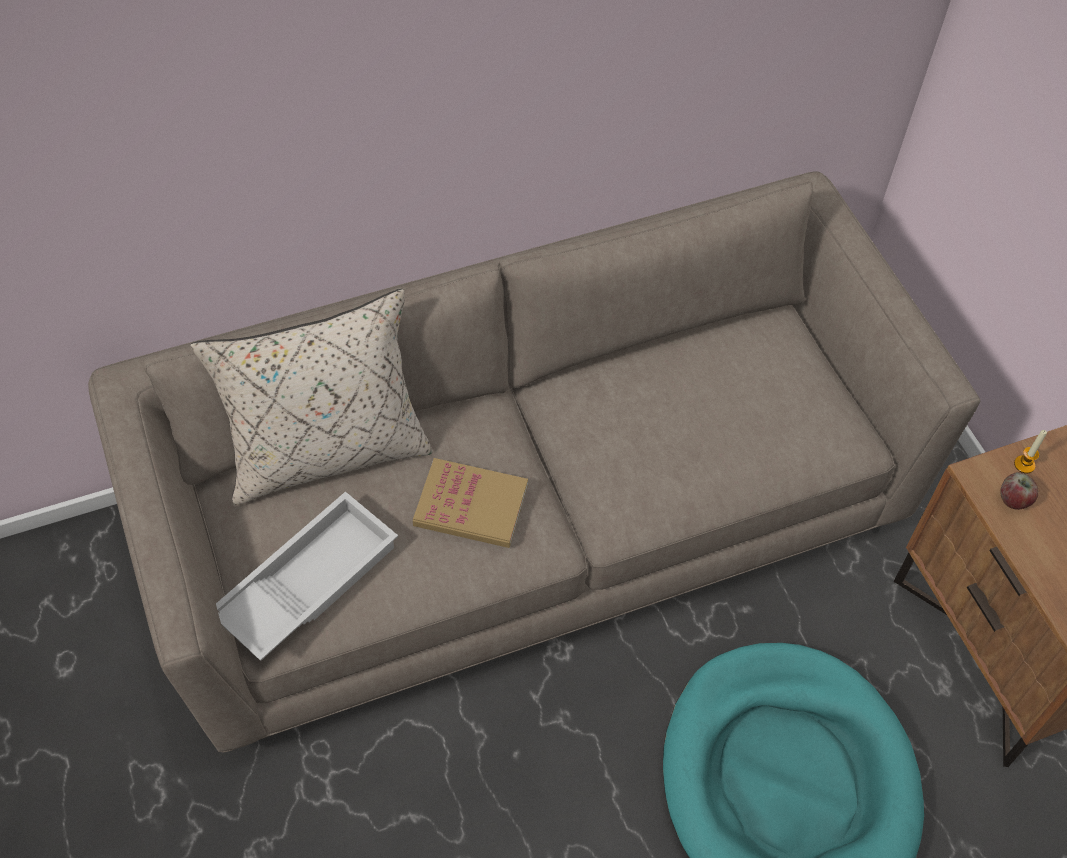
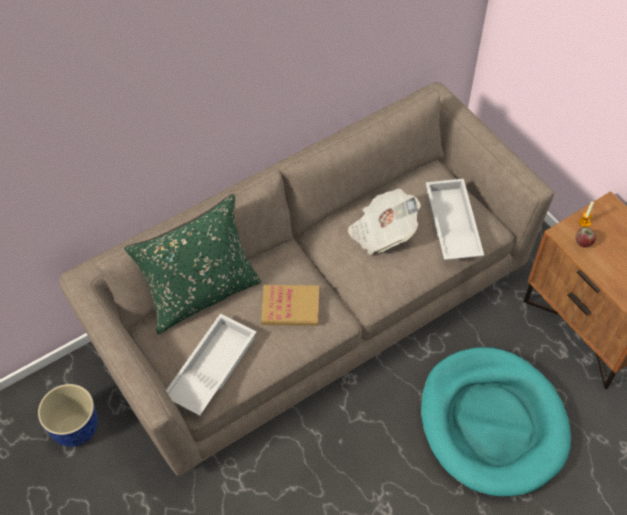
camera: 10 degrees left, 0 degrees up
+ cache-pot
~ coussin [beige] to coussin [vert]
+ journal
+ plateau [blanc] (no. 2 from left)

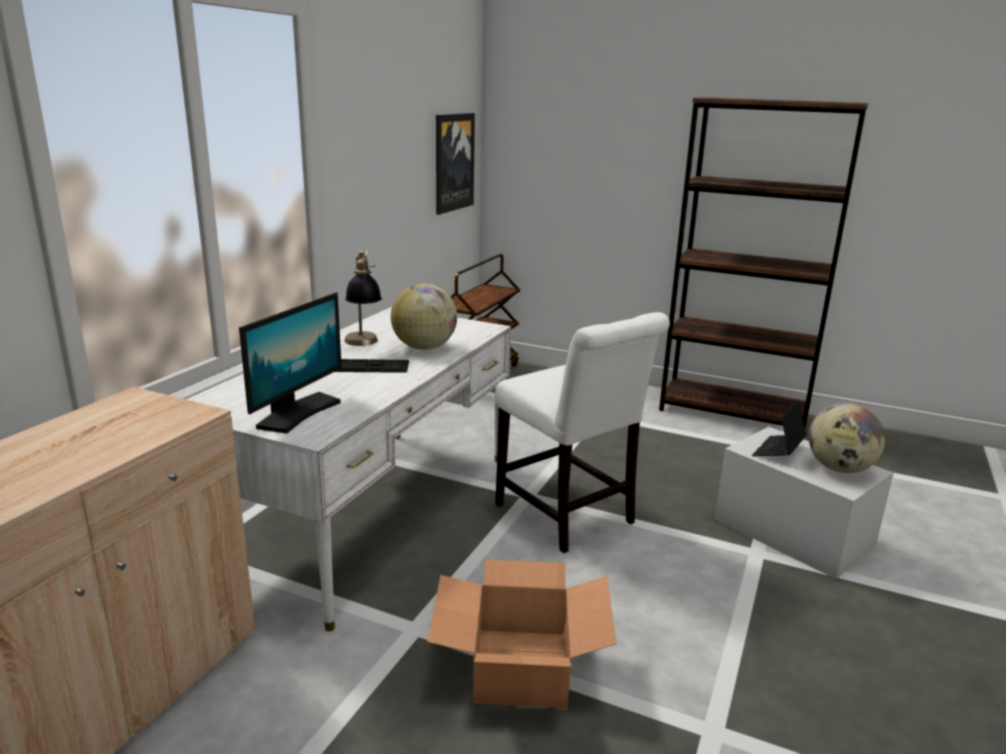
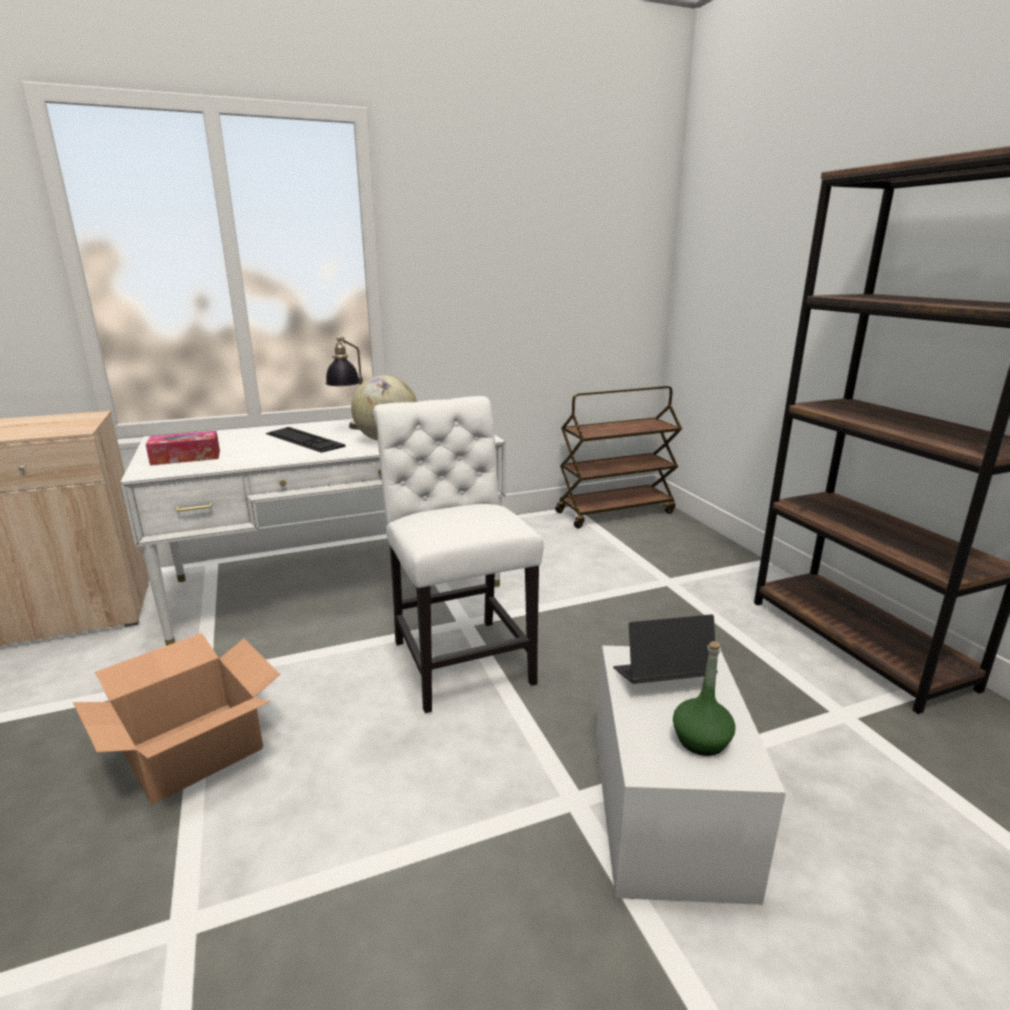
camera: 45 degrees right, 0 degrees up
~ écran d'ordinateur to boîte à mouchoirs
~ chaise [blanc] 150 degrees clockwise
~ globe (no. 2 from left) to bouteille [vert]
- tableau

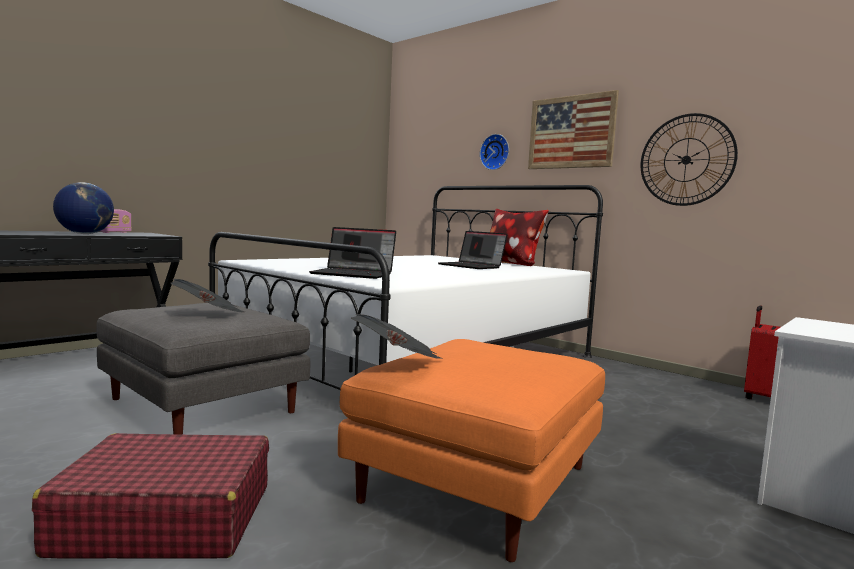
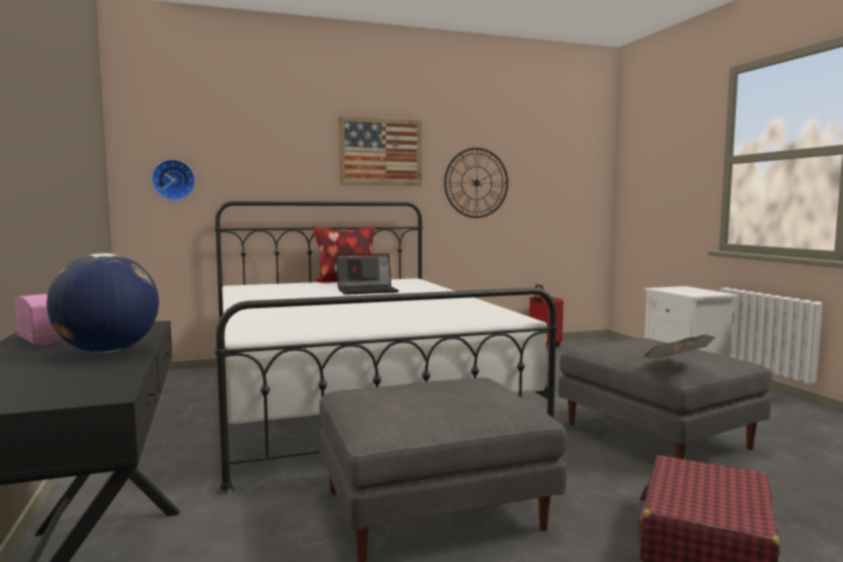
camera: 60 degrees left, 0 degrees up
~ horloge murale (no. 1 from left)
~ pouf [orange] to pouf [gris] (no. 2 from left)
- journal (no. 1 from left)
- ordinateur portable (no. 1 from left)

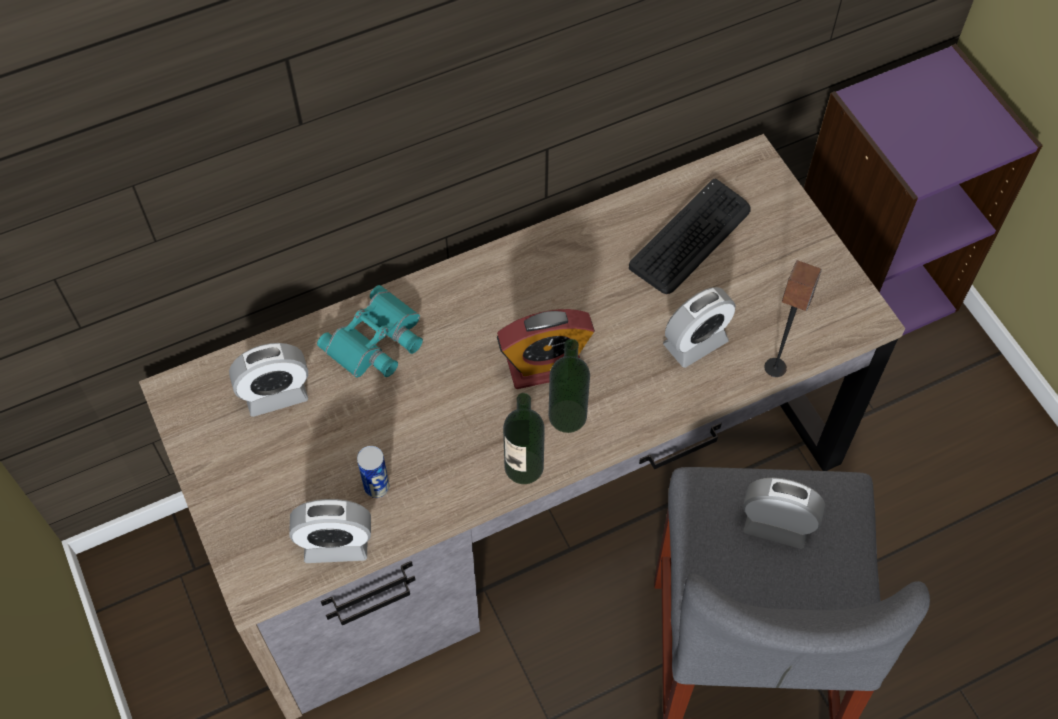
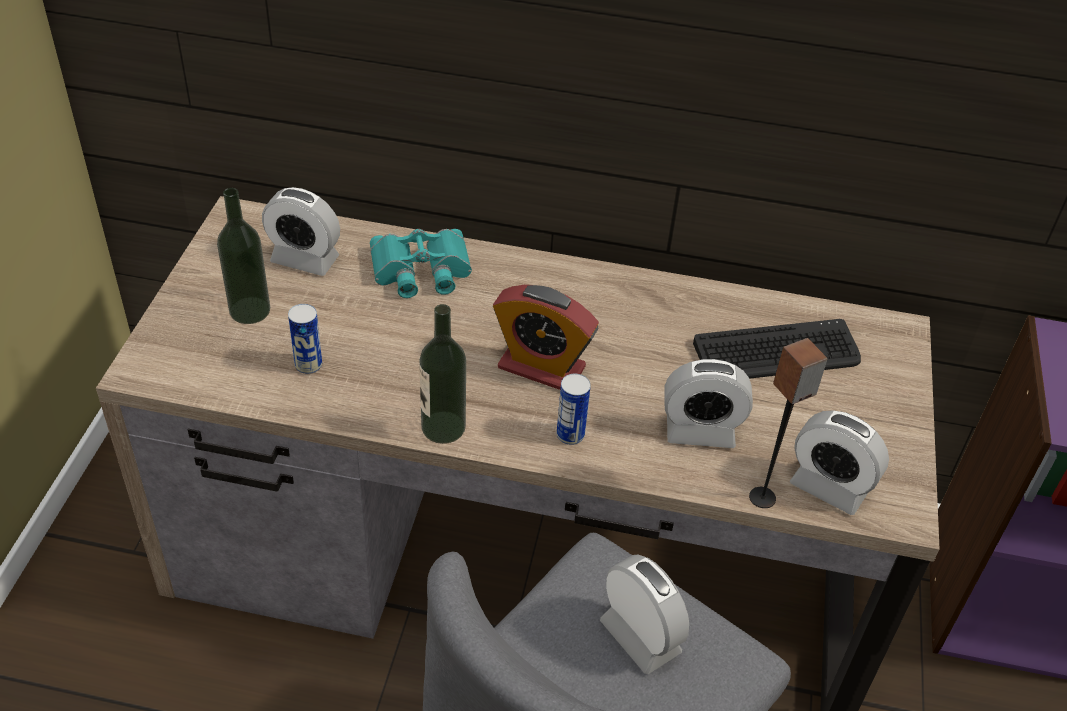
camera: 35 degrees right, 15 degrees down
~ bouteille (no. 2 from left in the first image) to bouteille (no. 1 from left)
+ boîte métallique (no. 2 from left)
~ réveil (no. 2 from left in the first image) to réveil (no. 5 from left)

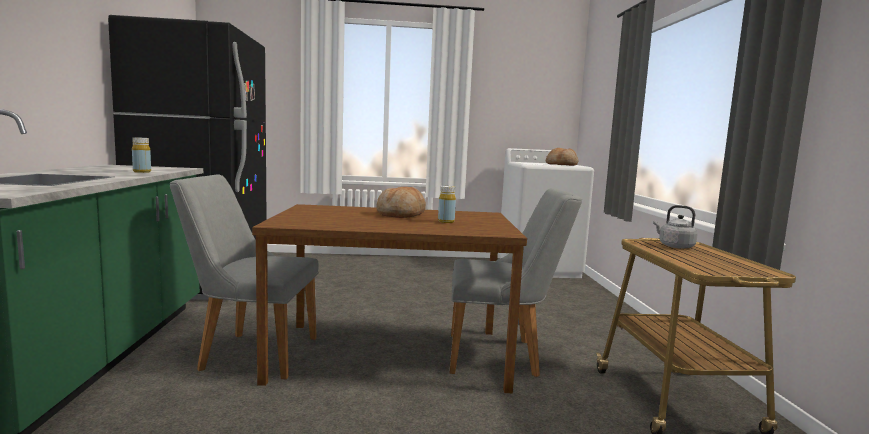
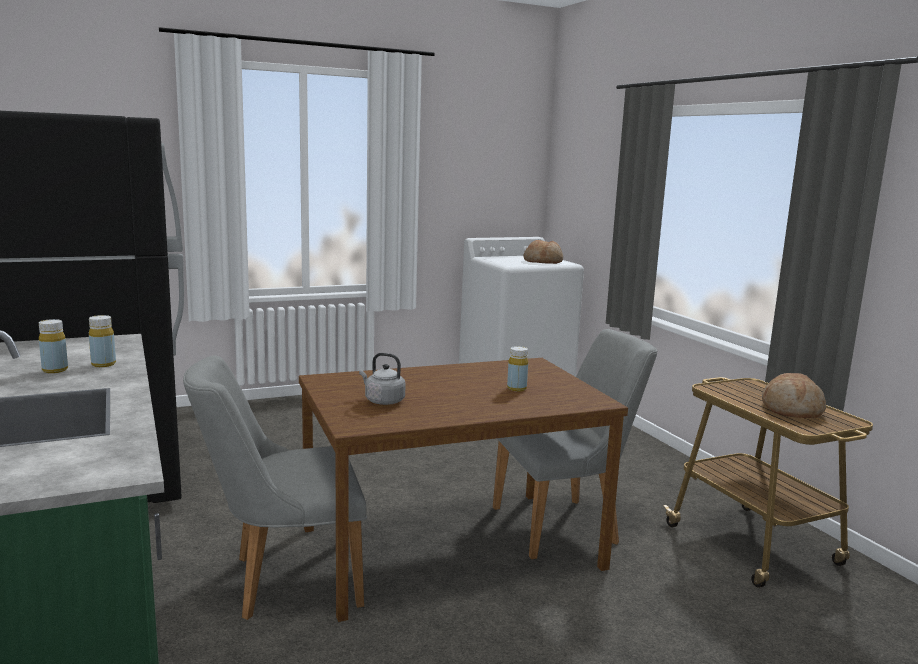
camera: 20 degrees left, 5 degrees up
+ bouteille [jaune] (no. 1 from left)
~ bouilloire [gris]
~ pain (no. 1 from left in the first image) to pain (no. 2 from left)

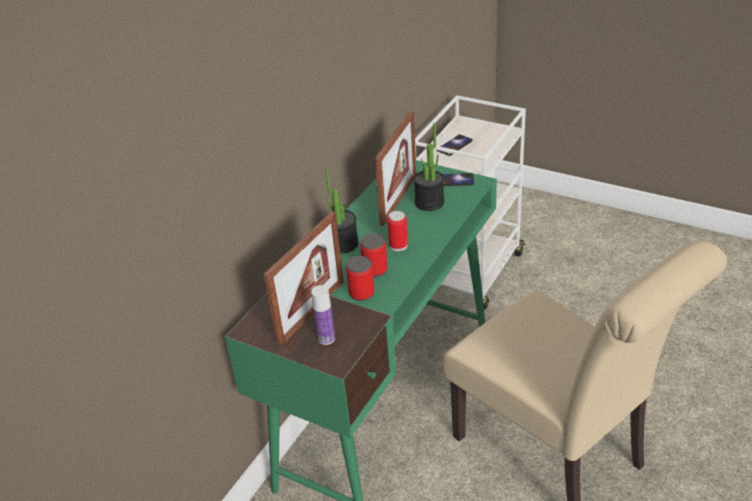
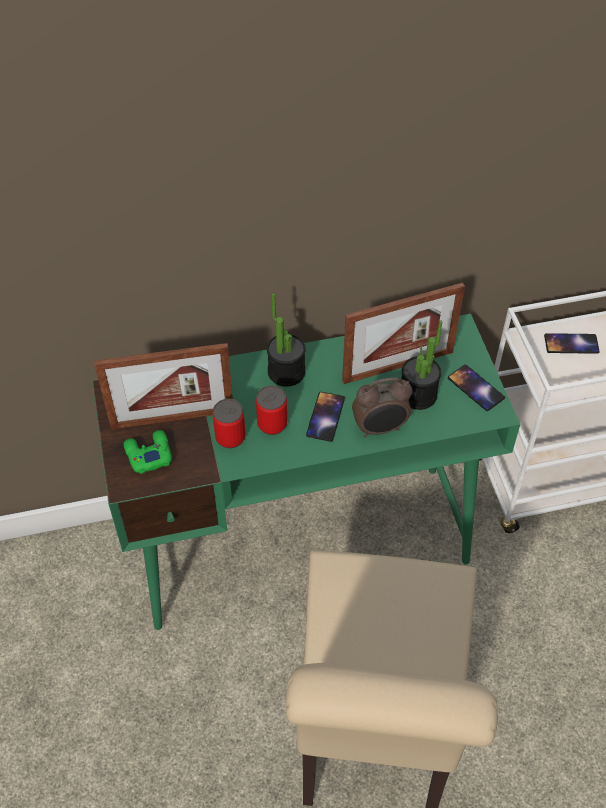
camera: 45 degrees right, 15 degrees up
~ bouteille to manette [vert]
~ boîte métallique (no. 3 from left) to téléphone (no. 1 from left)
+ réveil

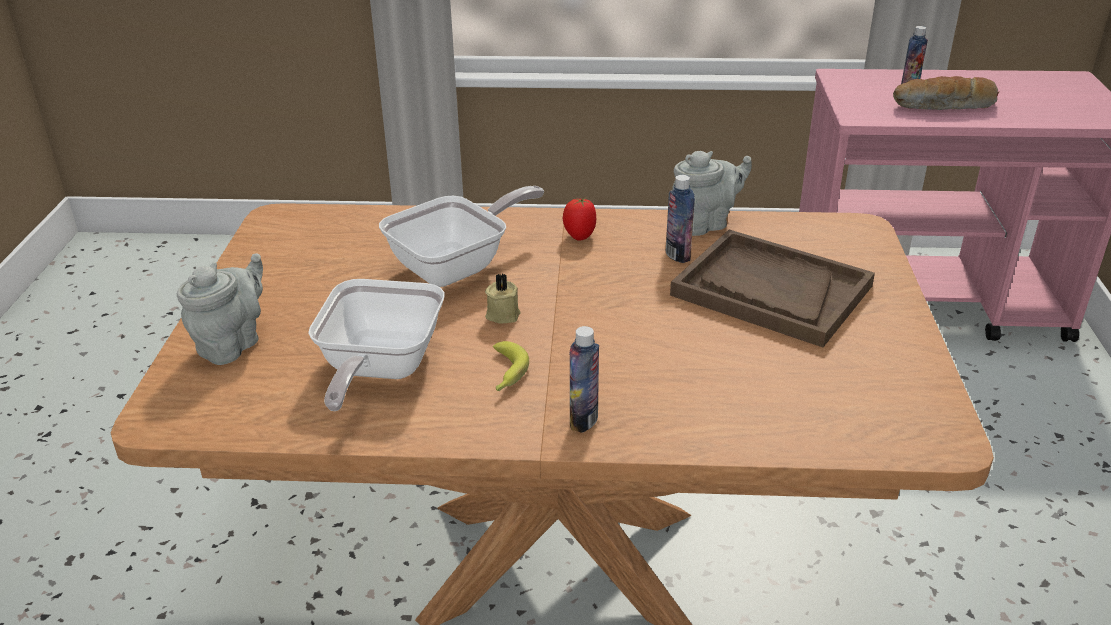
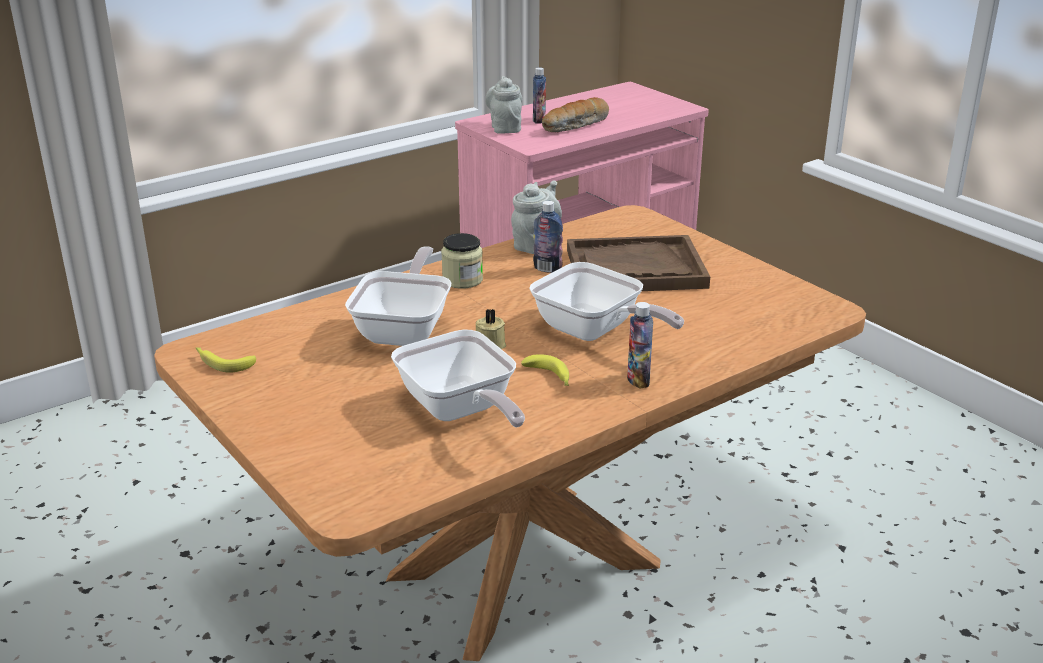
camera: 40 degrees left, 5 degrees down
+ banane (no. 1 from left)
~ tomate to bocal
~ théière [gris] (no. 1 from left)
+ poêle (no. 3 from left)

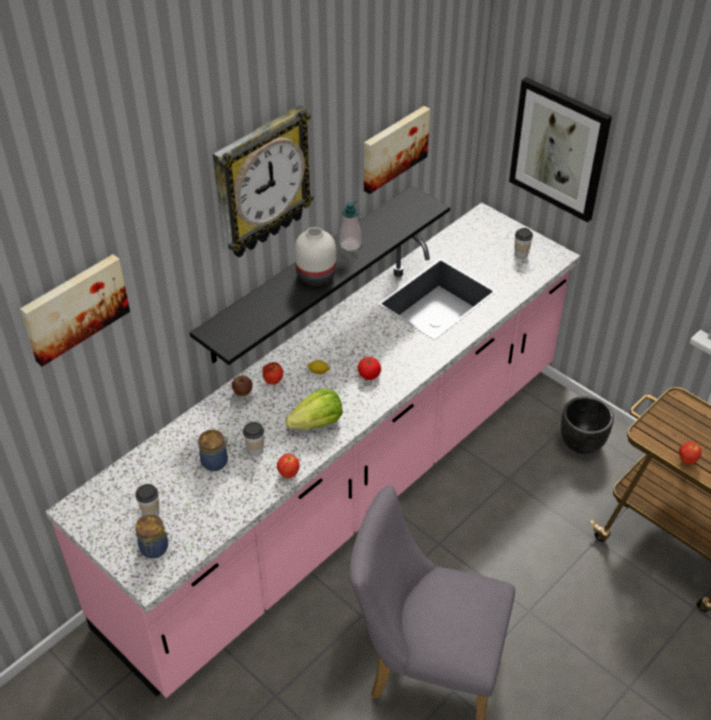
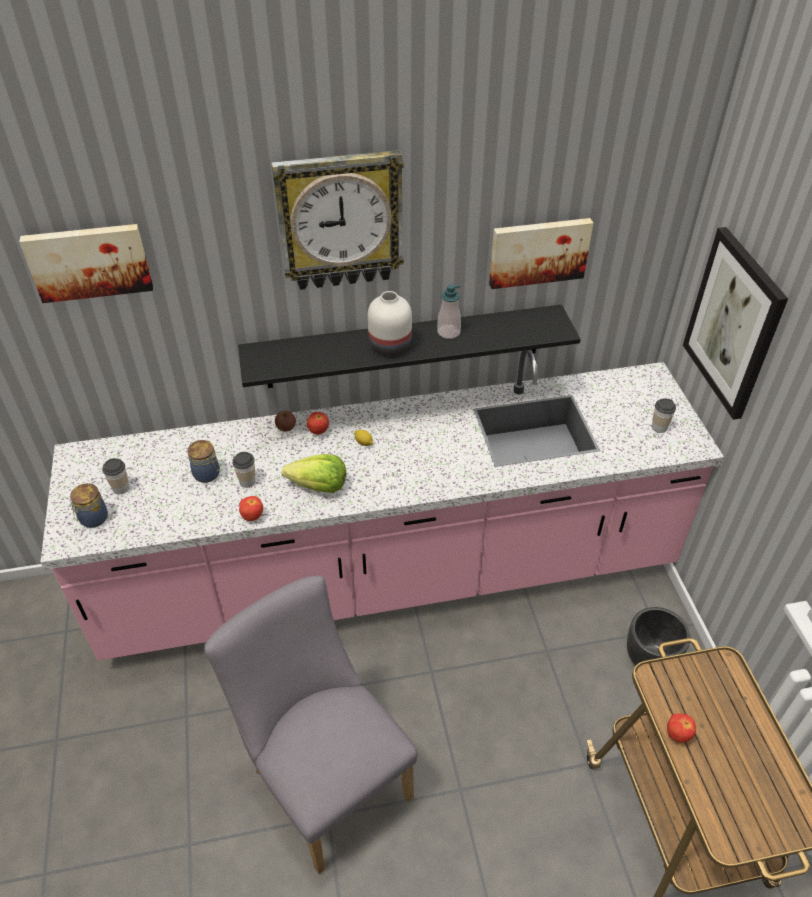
camera: 35 degrees right, 0 degrees up
- tomate

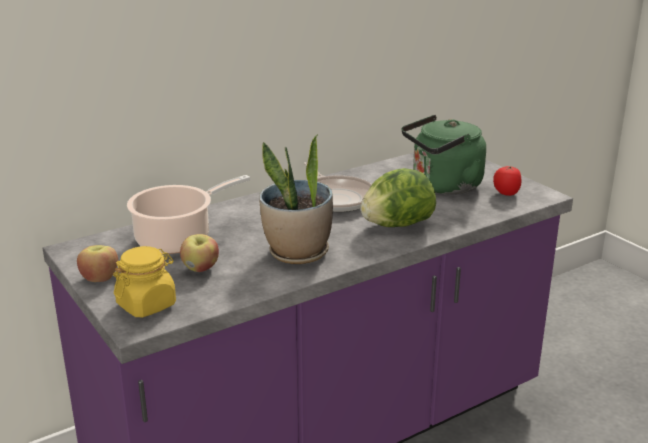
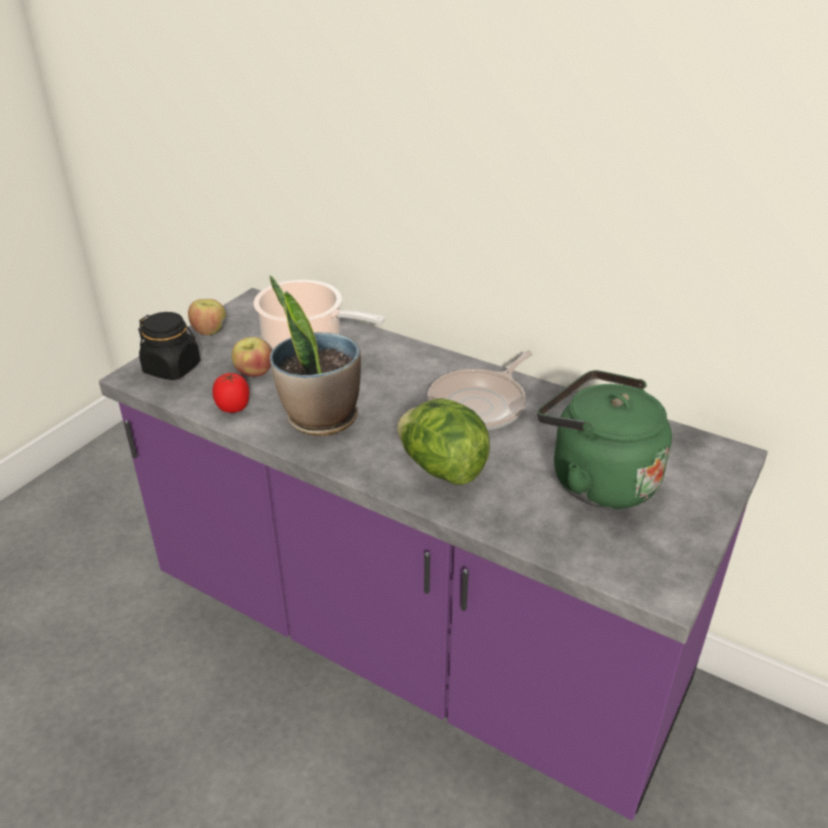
camera: 65 degrees right, 10 degrees up
~ bocal [jaune] to bocal [noir]
~ tomate

